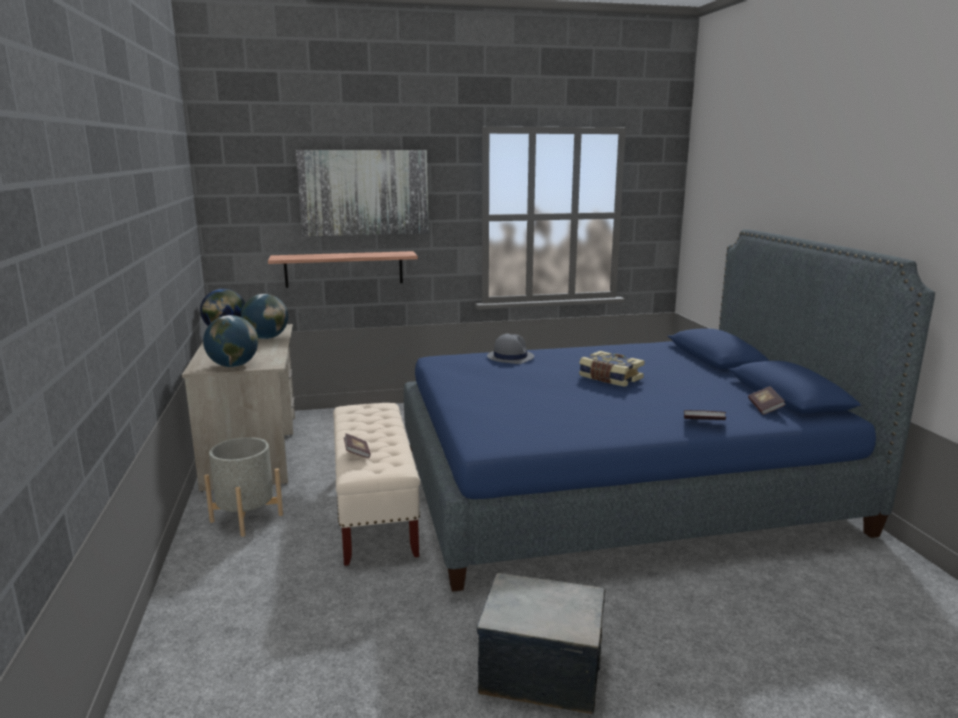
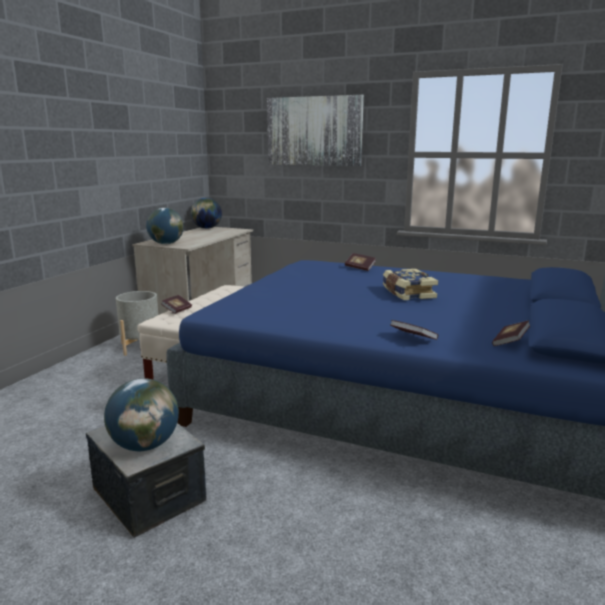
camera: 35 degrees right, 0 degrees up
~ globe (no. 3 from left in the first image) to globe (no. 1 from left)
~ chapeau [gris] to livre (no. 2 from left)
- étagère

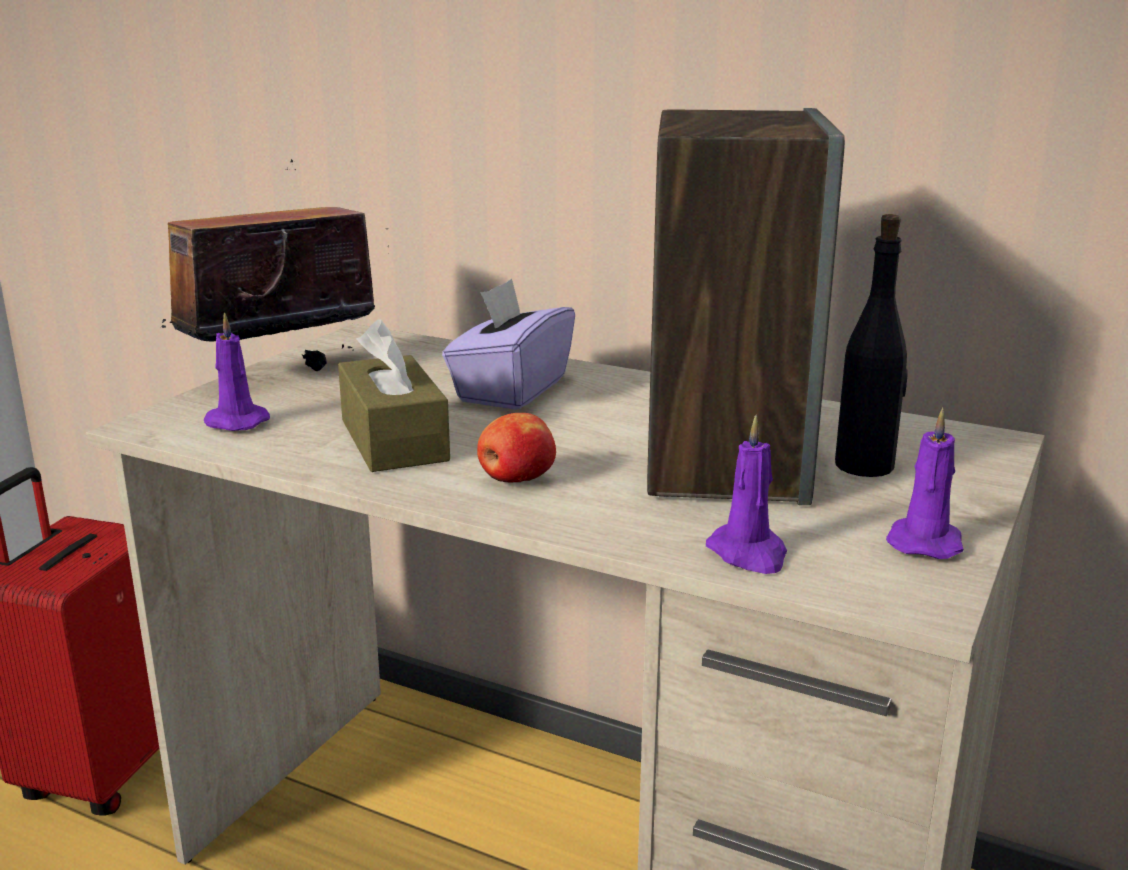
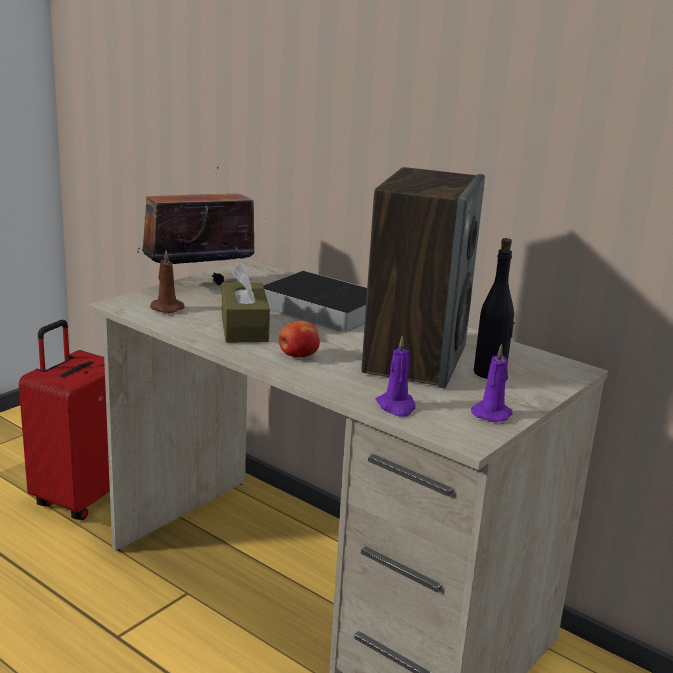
camera: 10 degrees right, 0 degrees up
~ bougie [violet] (no. 1 from left) to bougie [marron]
~ boîte à mouchoirs [violet] to livre

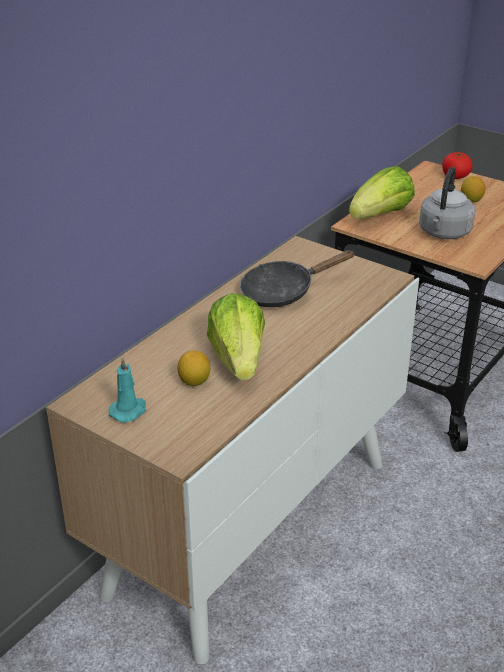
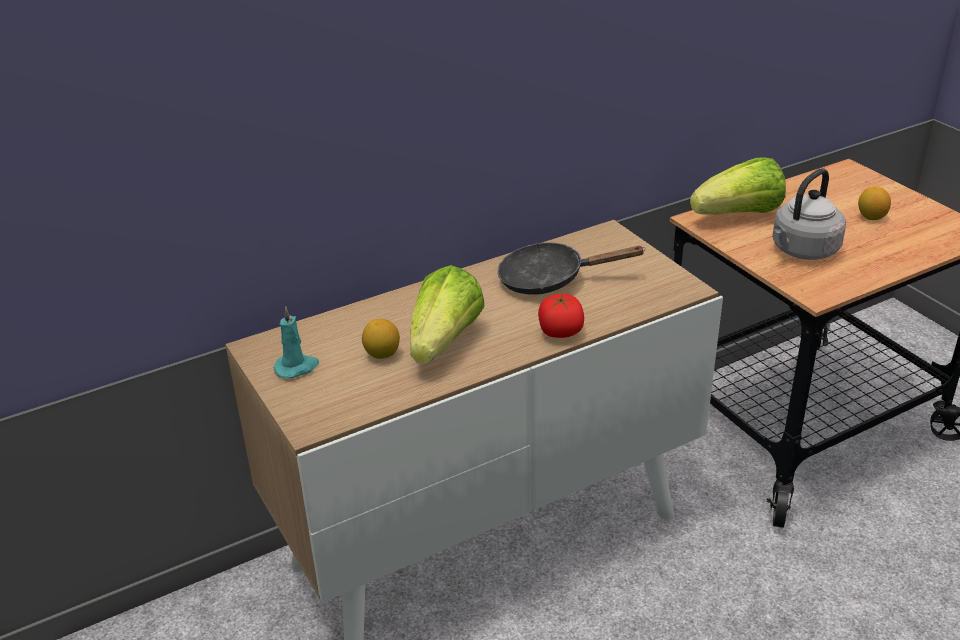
camera: 25 degrees right, 0 degrees up
~ tomate

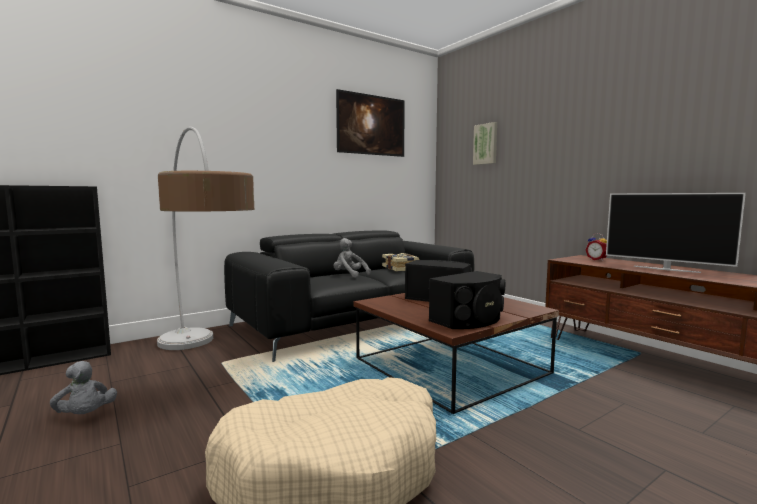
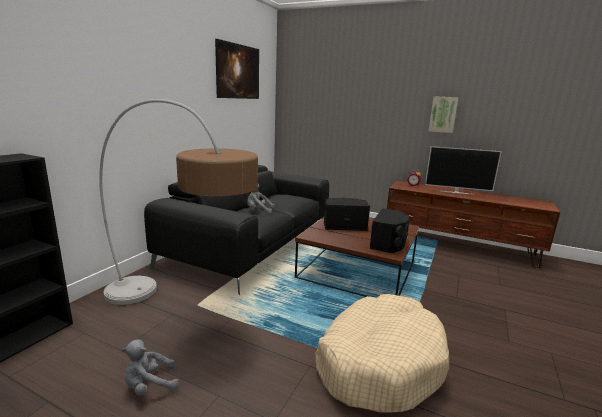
camera: 30 degrees left, 10 degrees up
~ peluche [gris] (no. 1 from left) 135 degrees clockwise
~ tableau (no. 2 from left)
- livre

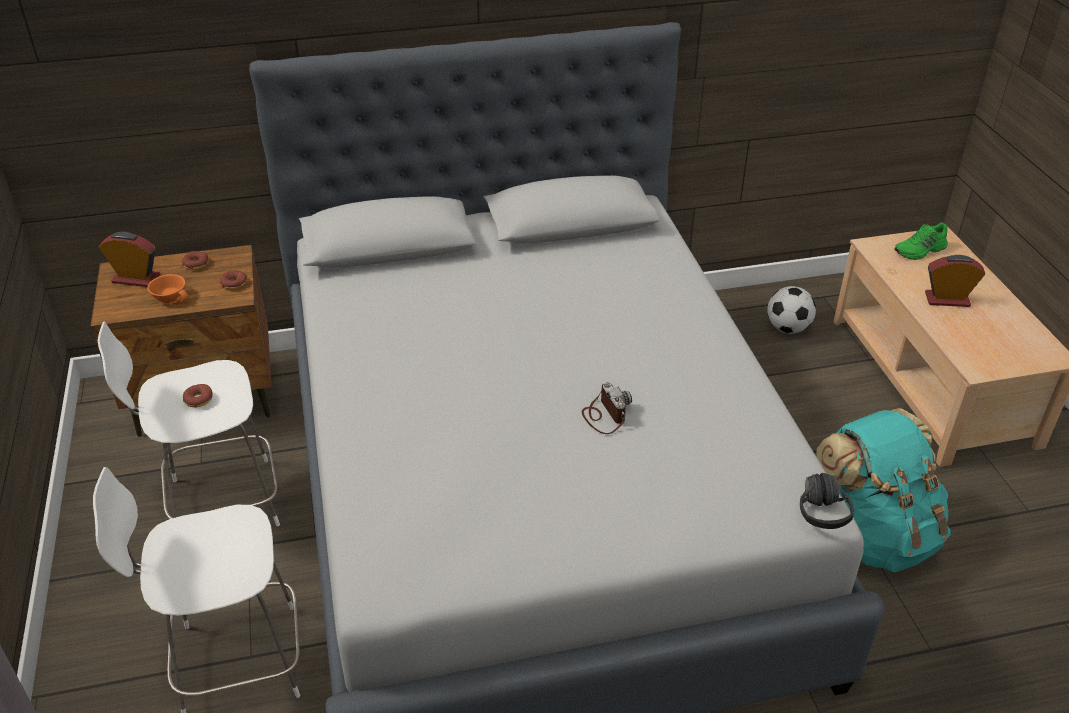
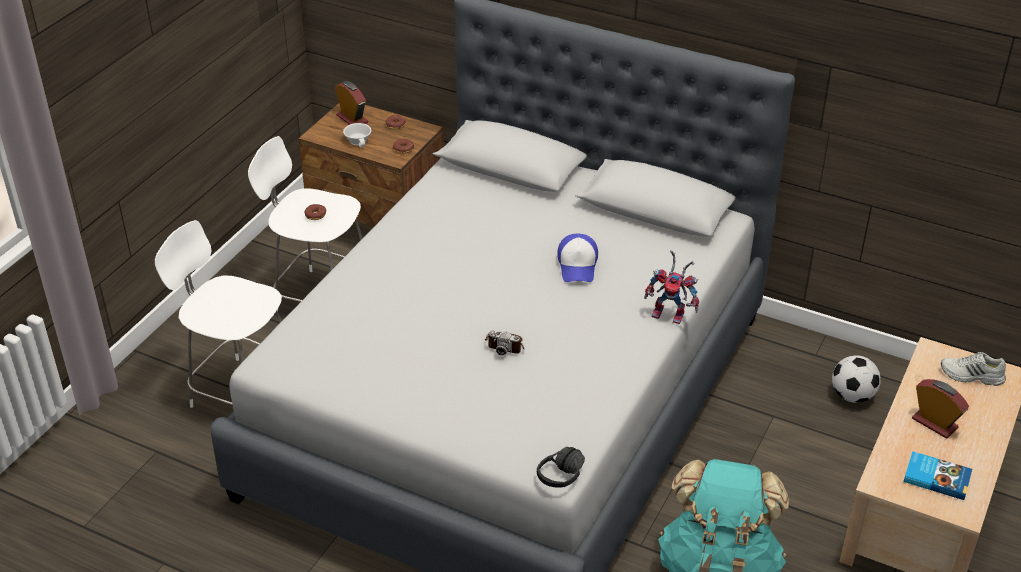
camera: 40 degrees right, 0 degrees up
~ tasse [orange] to tasse [blanc]
~ appareil photo 90 degrees clockwise
+ casquette
+ robot jouet
+ livre
~ chaussure [vert] to chaussure [blanc]

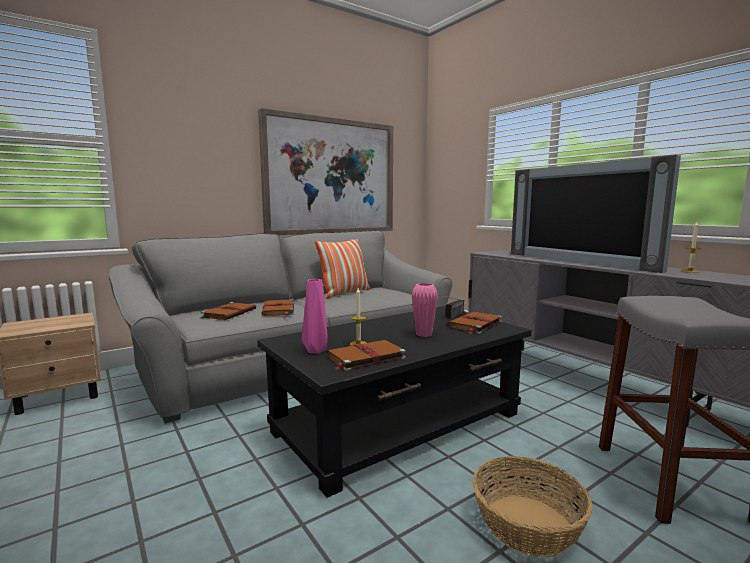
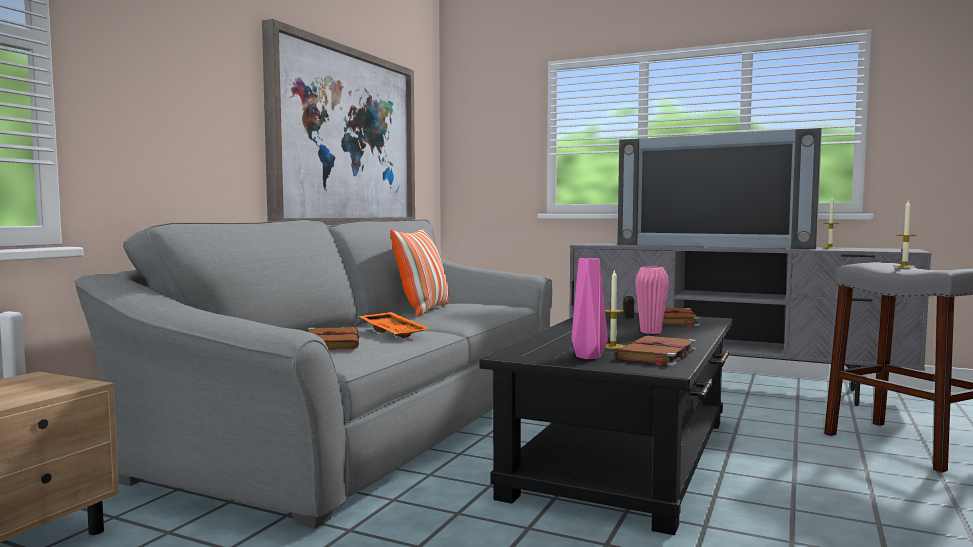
camera: 30 degrees left, 5 degrees down
~ livre [marron] (no. 2 from left) to plateau [orange]
+ bougie (no. 3 from left)
- panier

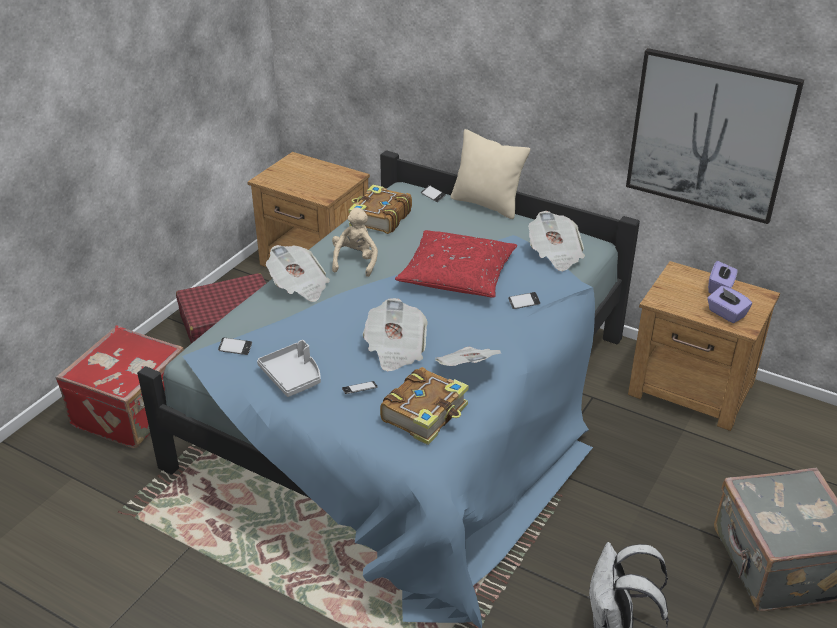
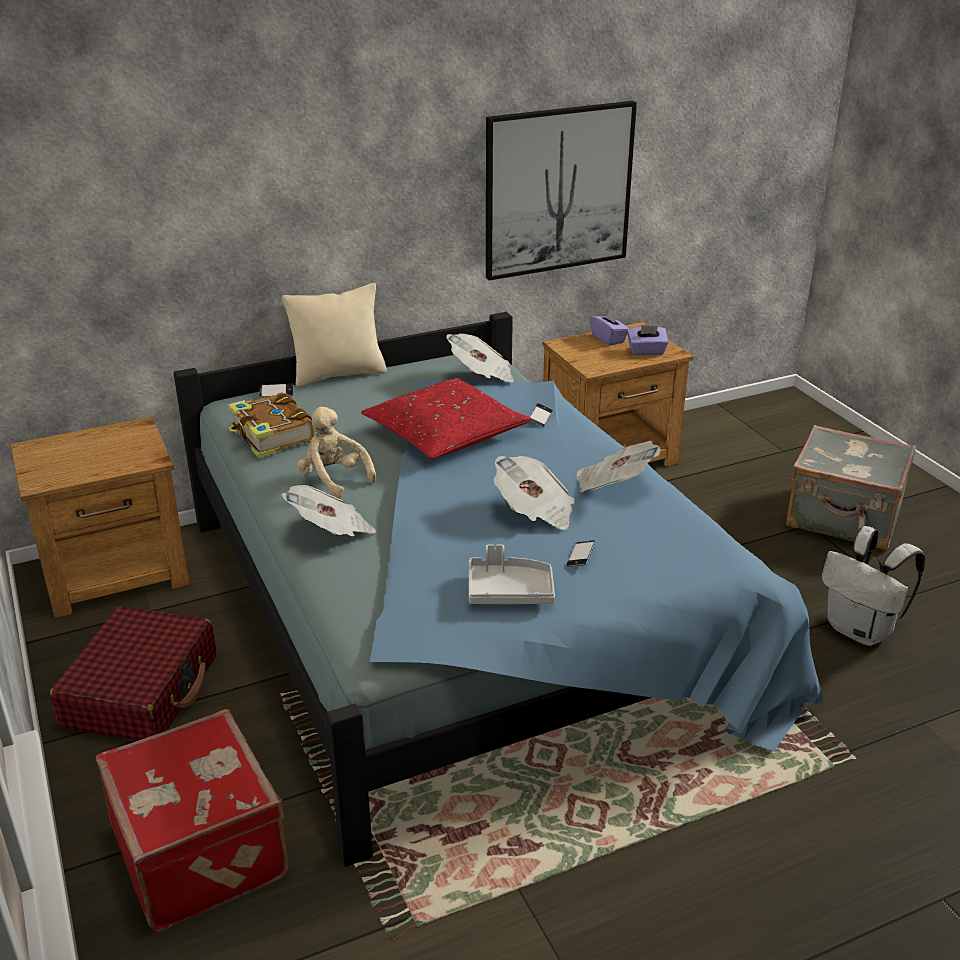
camera: 55 degrees left, 5 degrees down
- téléphone (no. 1 from left)
- livre (no. 2 from left)

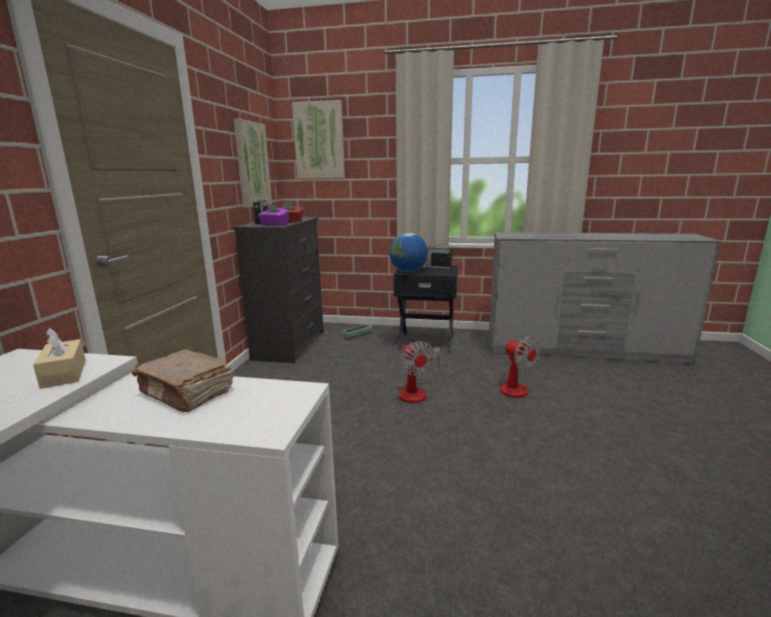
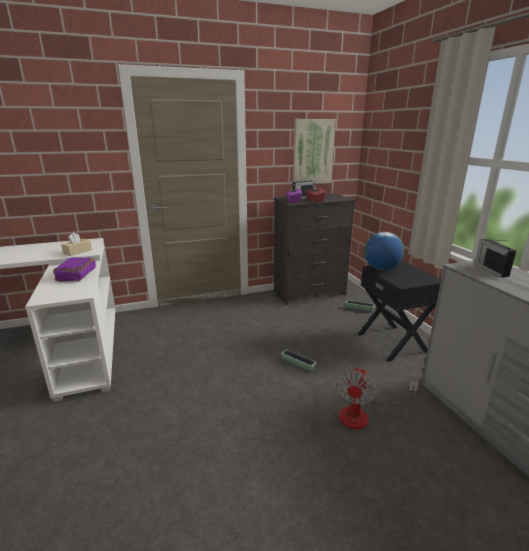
camera: 60 degrees right, 5 degrees up
~ livre [marron] to livre [violet]
~ ventilateur (no. 1 from left) to cache-pot (no. 1 from left)
~ radio (no. 2 from left)
- tableau (no. 2 from left)

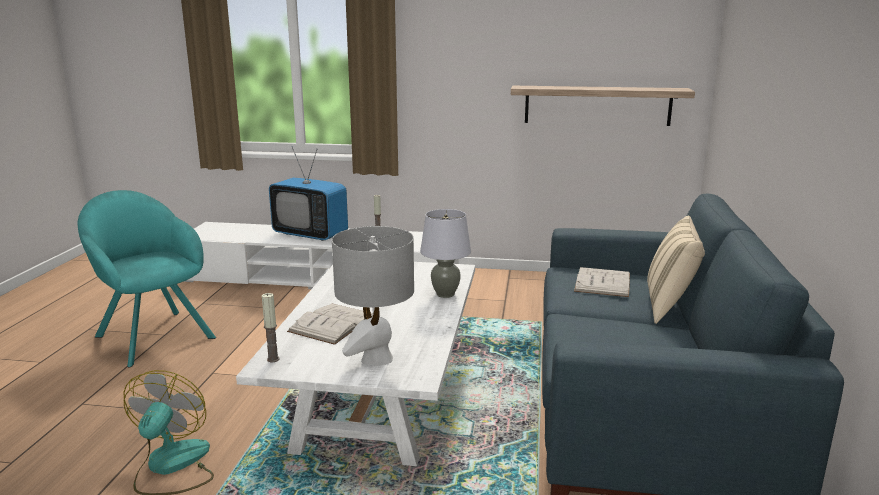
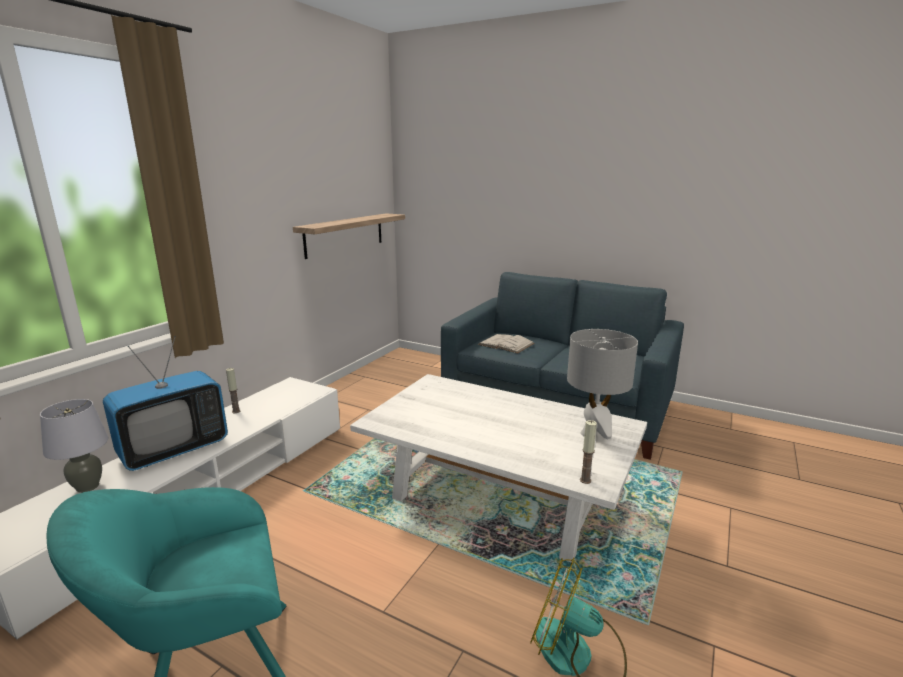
camera: 70 degrees left, 0 degrees up
~ lampe de table [gris] (no. 2 from left in the first image) to lampe de table [gris] (no. 1 from left)
- livre [blanc] (no. 1 from left)
- coussin [beige]

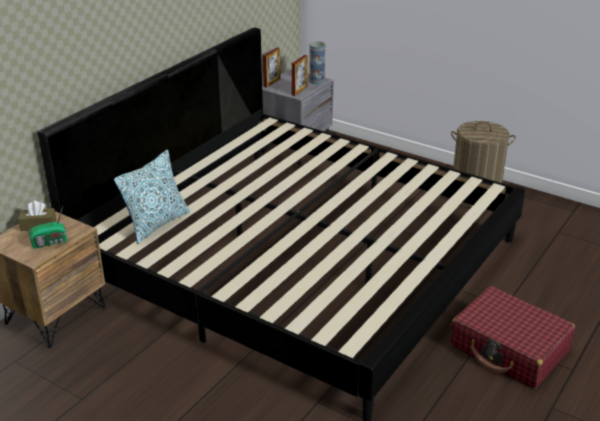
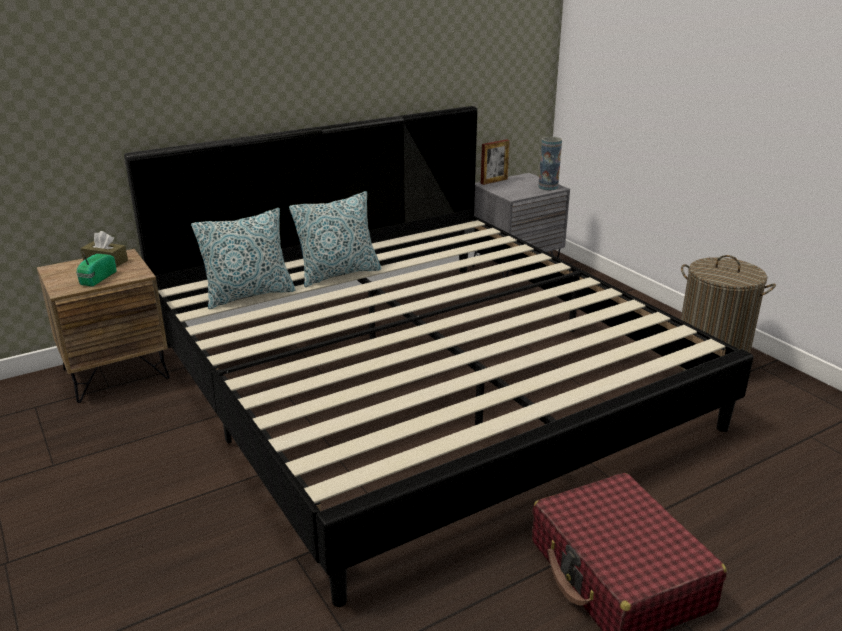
camera: 25 degrees right, 5 degrees down
~ radio 105 degrees clockwise
+ coussin (no. 2 from left)
- cadre photo (no. 2 from left)

